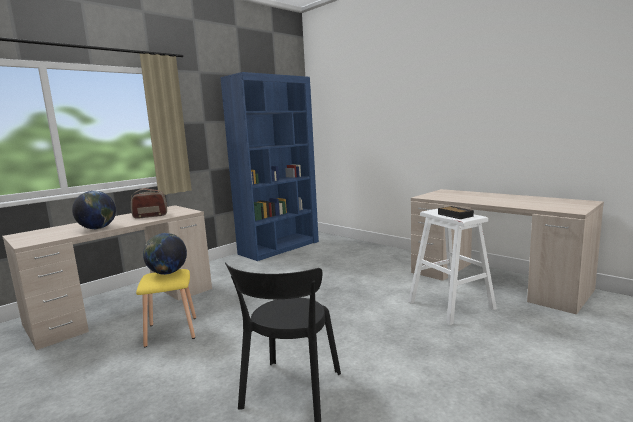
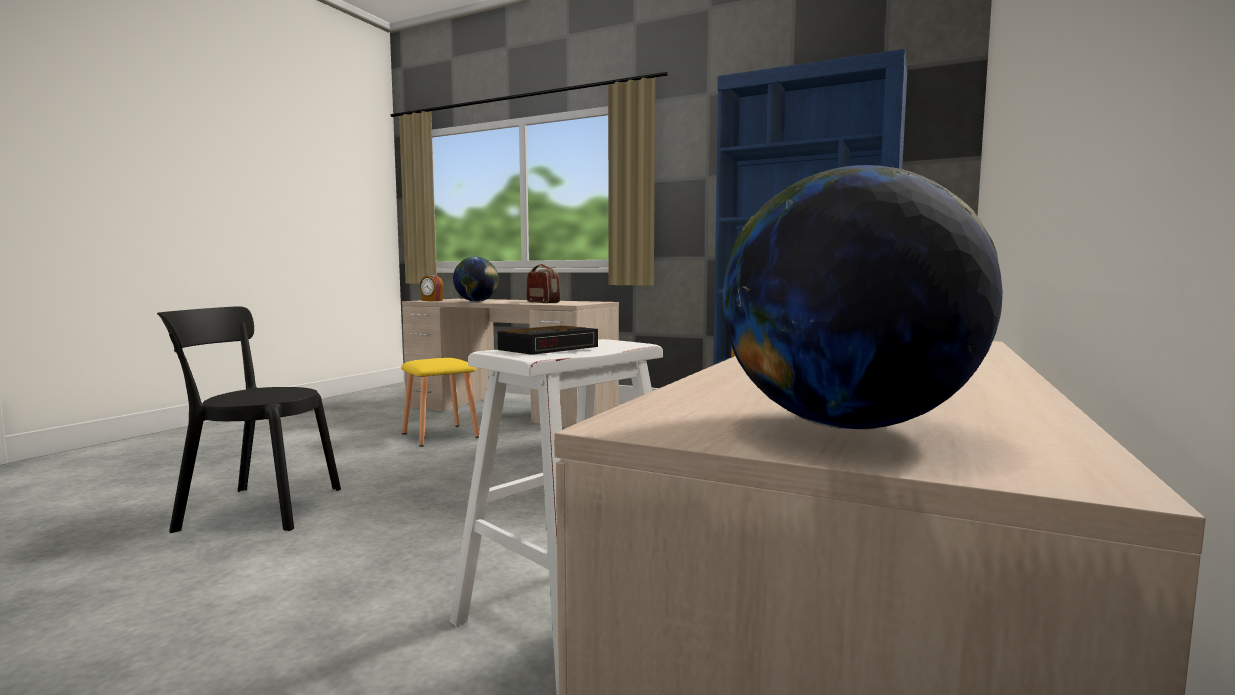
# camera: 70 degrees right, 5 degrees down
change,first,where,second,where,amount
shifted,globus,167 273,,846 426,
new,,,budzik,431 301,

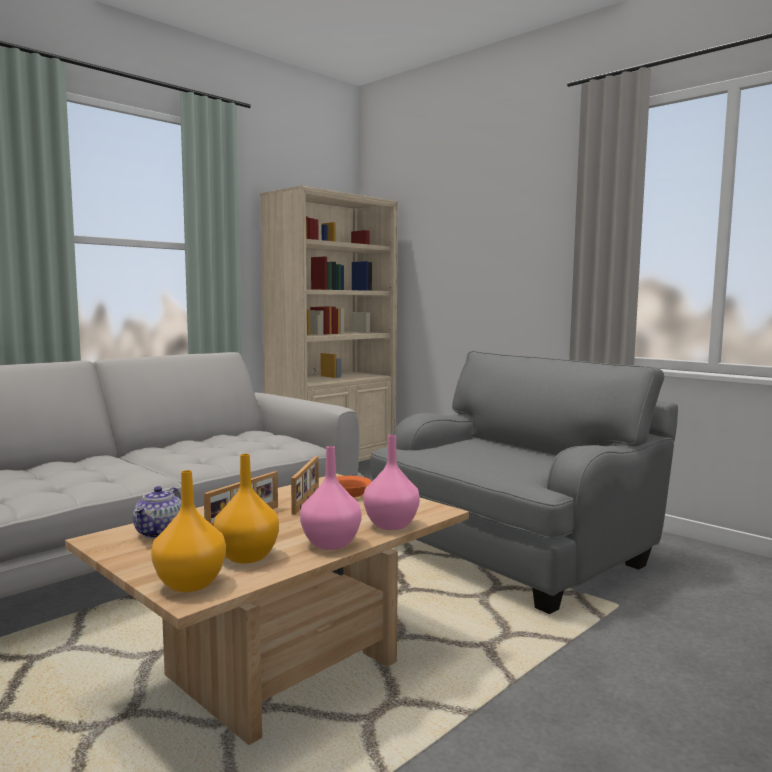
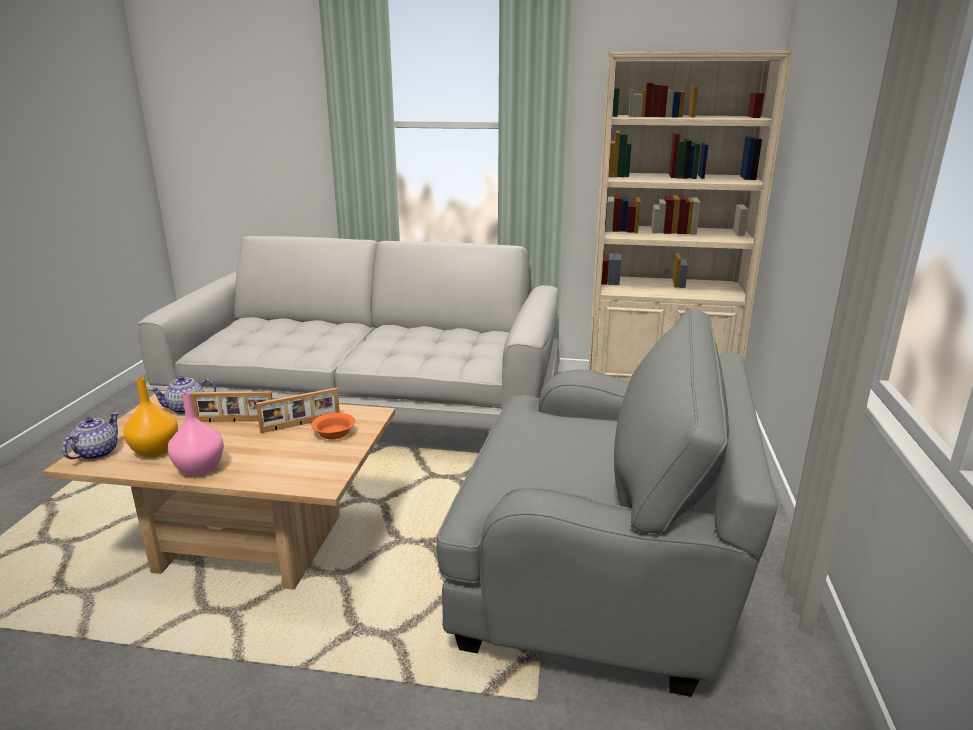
# camera: 55 degrees right, 15 degrees up
change,first,where,second,where,amount
swapped,wazon [pomarańczowy],189 584,imbryk,96 453,
gone,wazon [różowy],391 525,,,

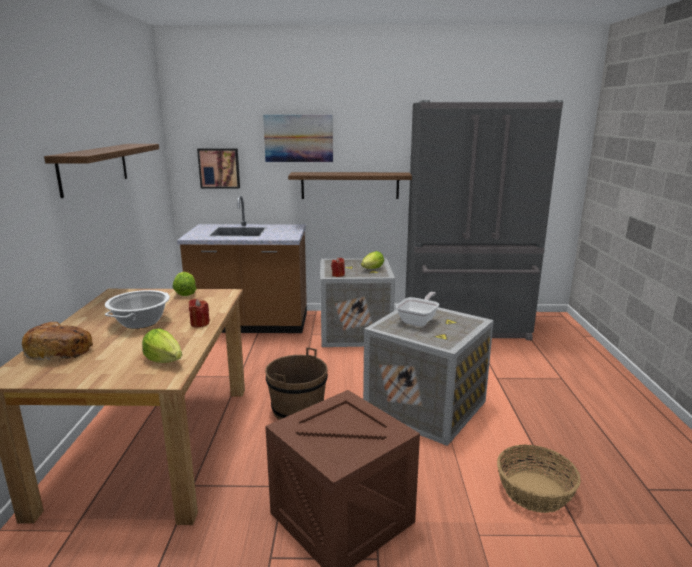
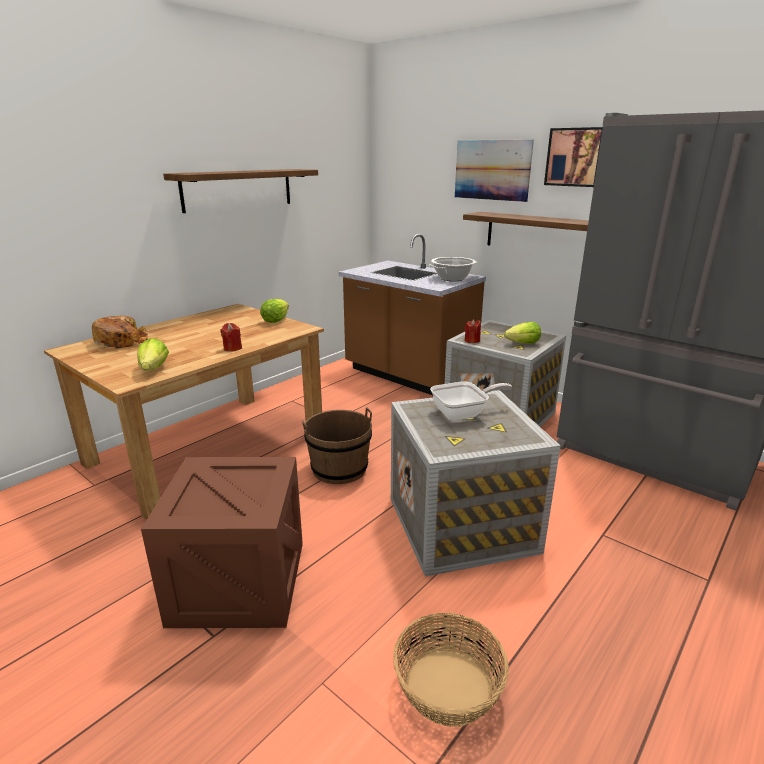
# camera: 40 degrees right, 5 degrees up
change,first,where,second,where,amount
shifted,garnek,140 322,,452 278,
shifted,obraz,219 168,,575 157,

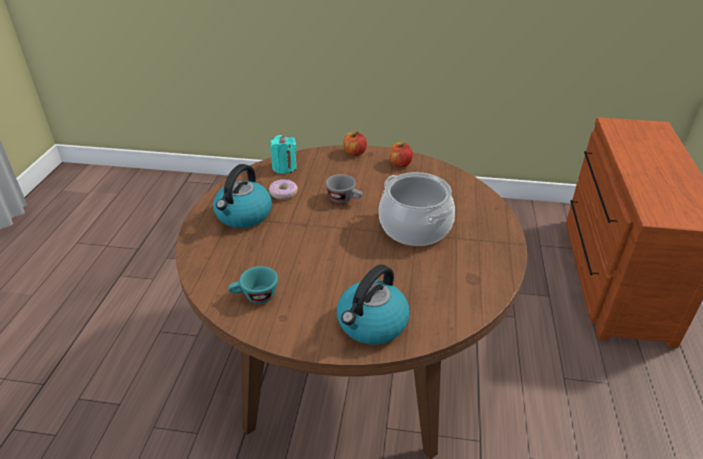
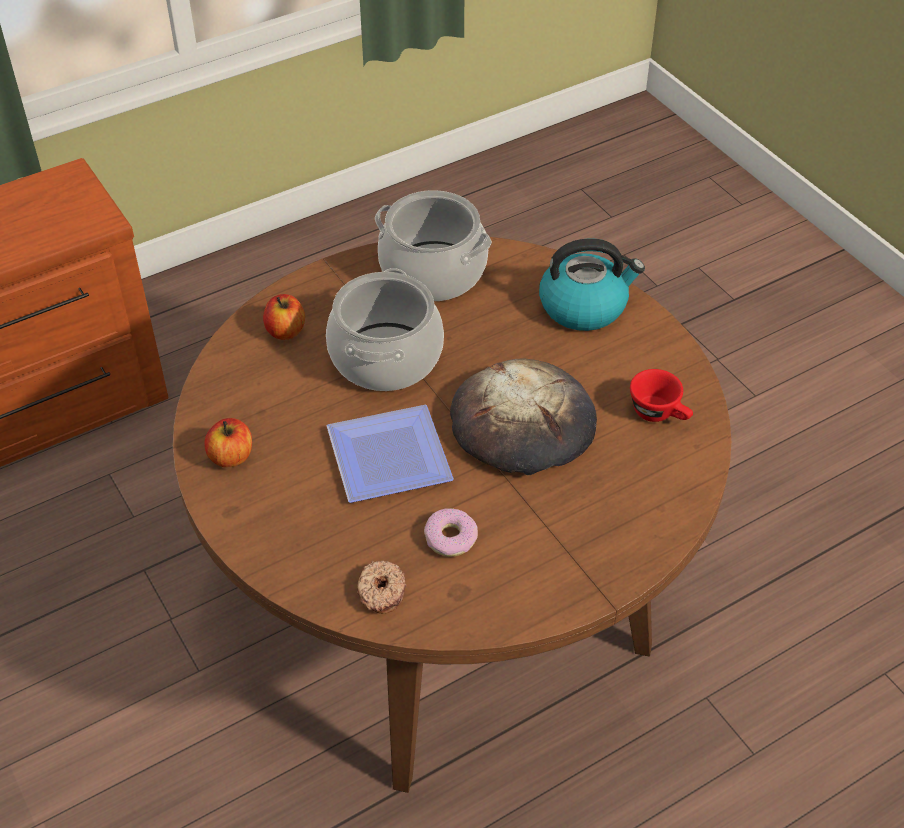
# camera: 130 degrees left, 10 degrees up
change,first,where,second,where,amount
gone,czajnik,243 215,,,
repainted,filiżanka [turkusowy],255 297,filiżanka [czerwony],660 413,
swapped,świeca [turkusowy],284 167,donut,380 592,
swapped,filiżanka [szary],345 199,talerz,393 459,
shifted,jabłko,354 153,,286 331,
new,,,garnek,432 272,
new,,,chleb,523 424,

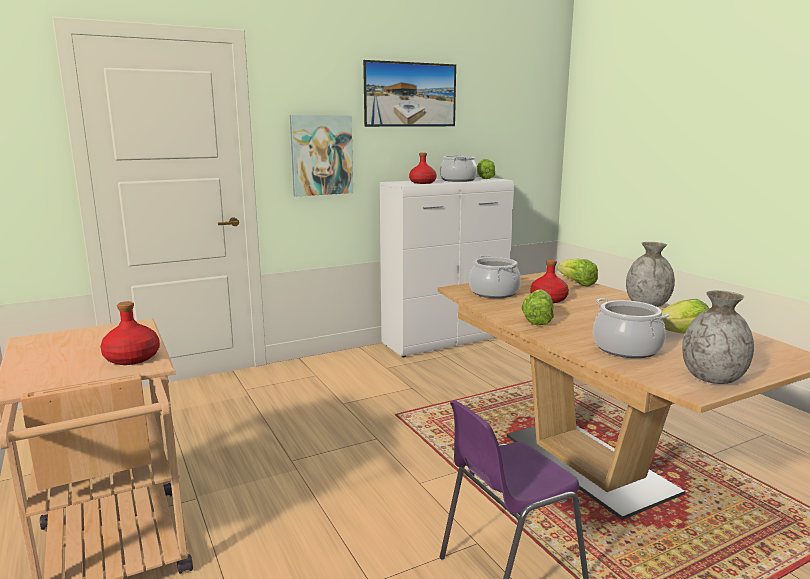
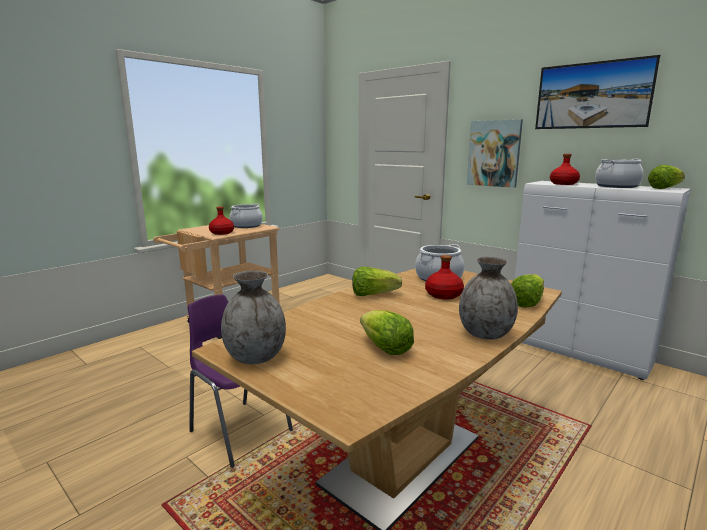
# camera: 70 degrees right, 0 degrees up
change,first,where,second,where,amount
shifted,garnek,626 349,,246 226,

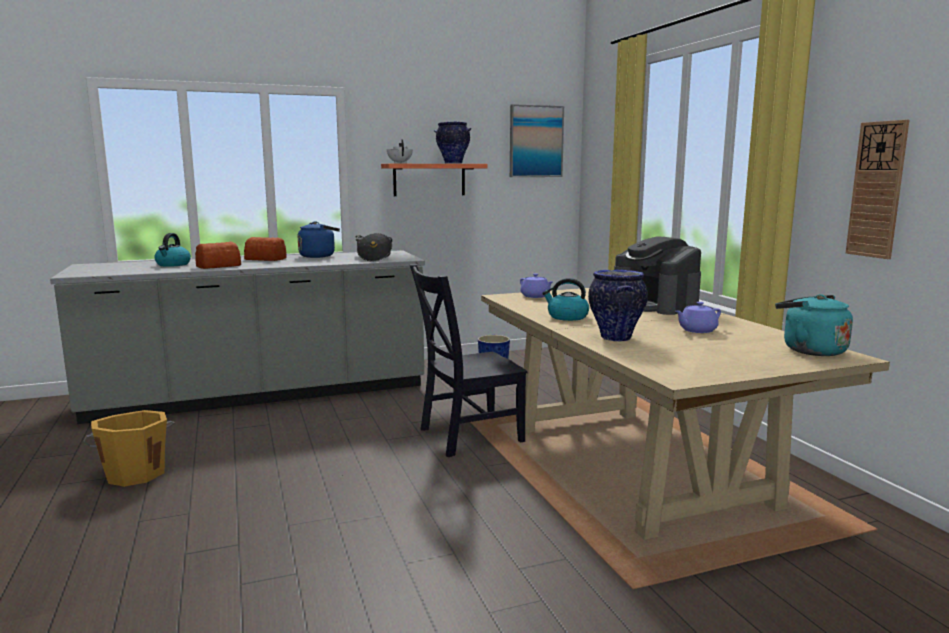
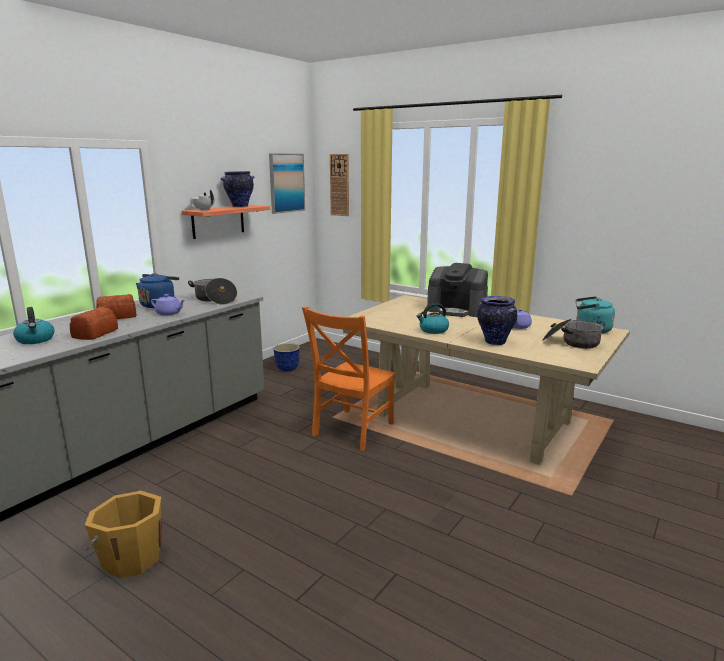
# camera: 35 degrees left, 5 degrees up
change,first,where,second,where,amount
repainted,krzesło [czarny],466 436,krzesło [pomarańczowy],351 431,
shifted,imbryk [fioletowy],535 296,,169 313,
shifted,zegar ścienny,877 190,,339 185,
new,,,garnek,571 343,

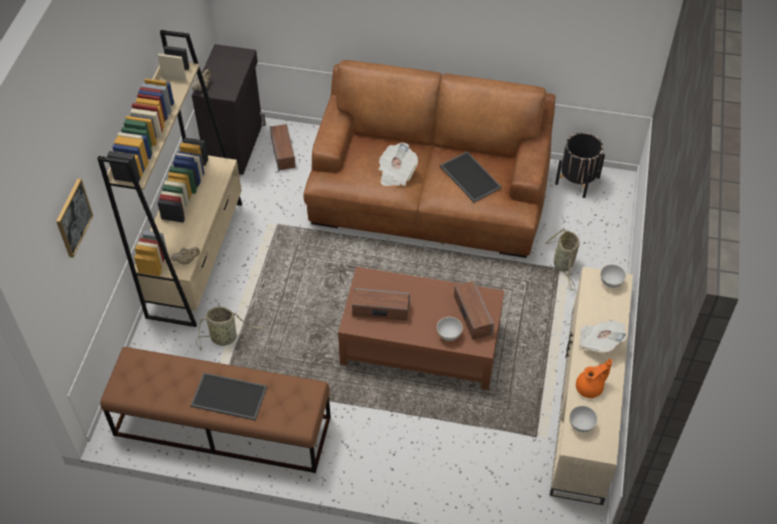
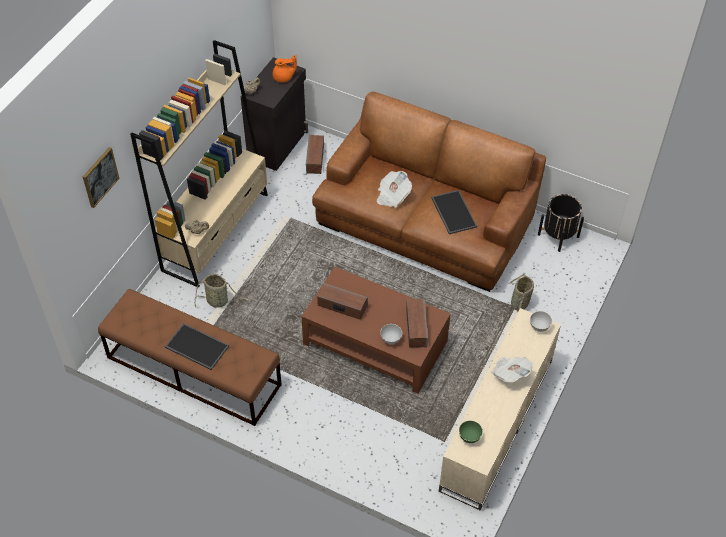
# camera: 15 degrees right, 0 degrees up
change,first,where,second,where,amount
repainted,miska [szary],581 425,miska [zielony],469 437,
shifted,imbryk [pomarańczowy],590 388,,284 77,

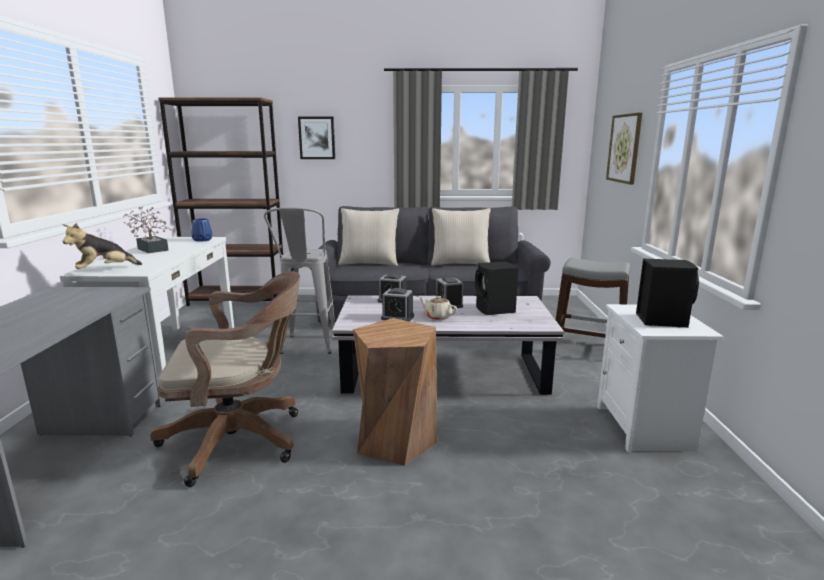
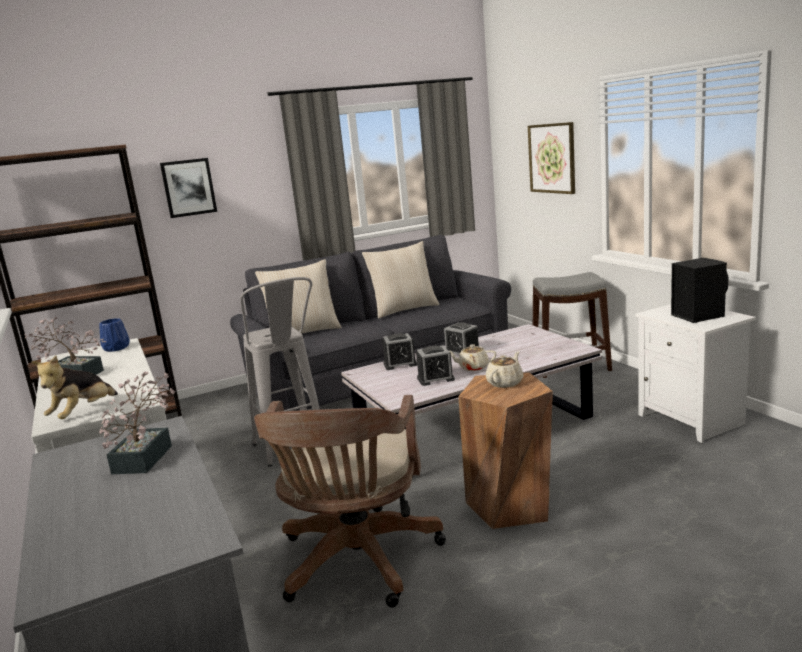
# camera: 25 degrees left, 0 degrees up
change,first,where,second,where,amount
rotated,krzesło biurowe [brązowy],241 440,,357 564,135 degrees clockwise
gone,głośnik [czarny],495 310,,,
new,,,roślina doniczkowa,147 455,
new,,,imbryk [beżowy],505 382,

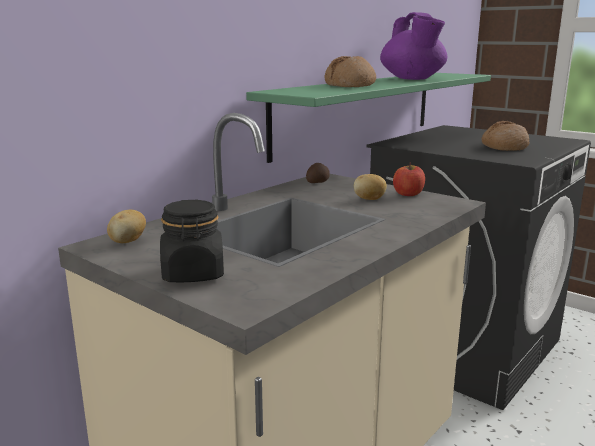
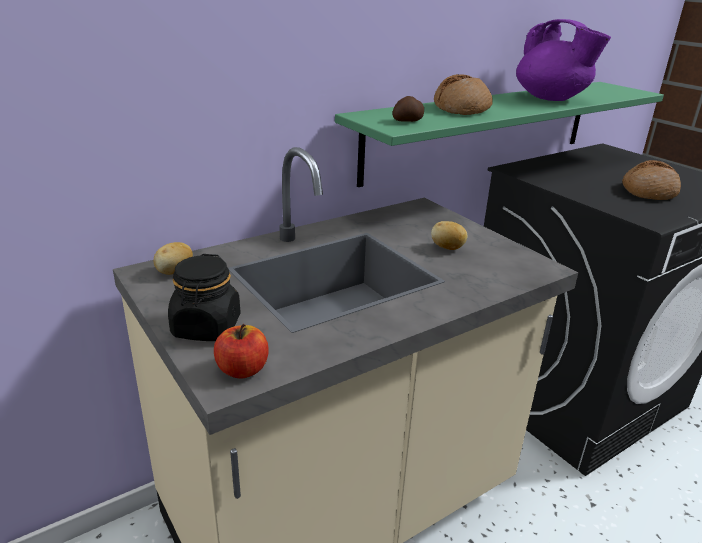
# camera: 15 degrees right, 10 degrees up
change,first,where,second,where,amount
shifted,ziemniak,318 182,,408 121,
rotated,imbryk [fioletowy],412 79,,551 99,45 degrees counterclockwise
shifted,jabłko,408 194,,242 370,

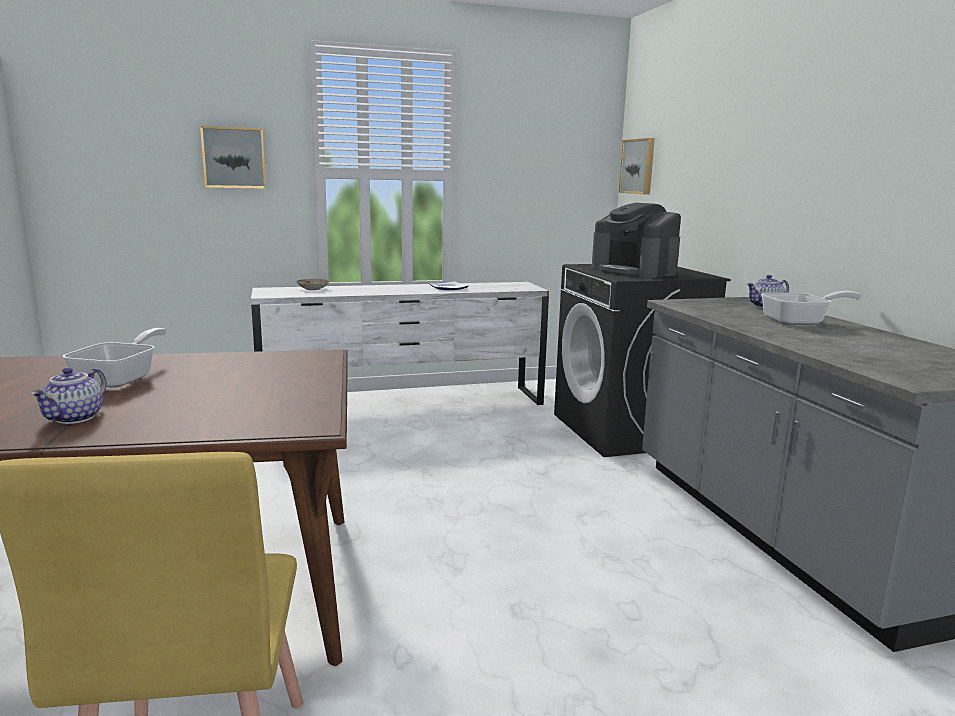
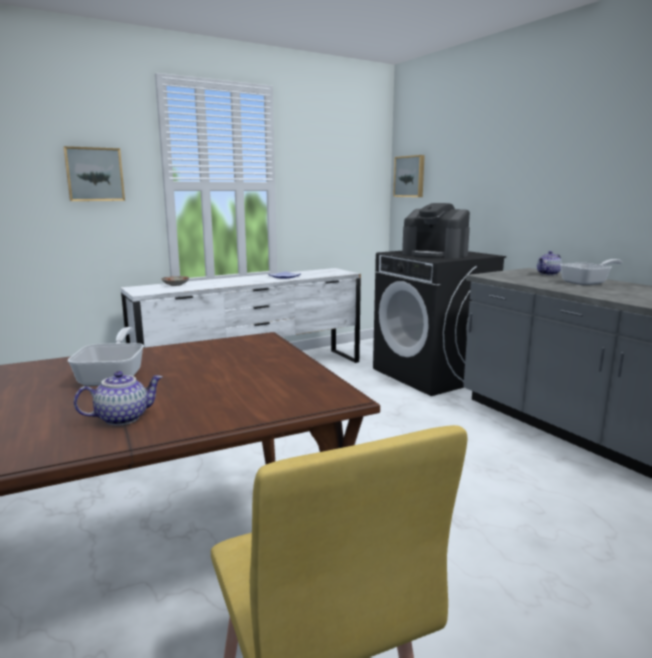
# camera: 15 degrees left, 0 degrees up
change,first,where,second,where,amount
rotated,imbryk,75 418,,123 418,120 degrees counterclockwise

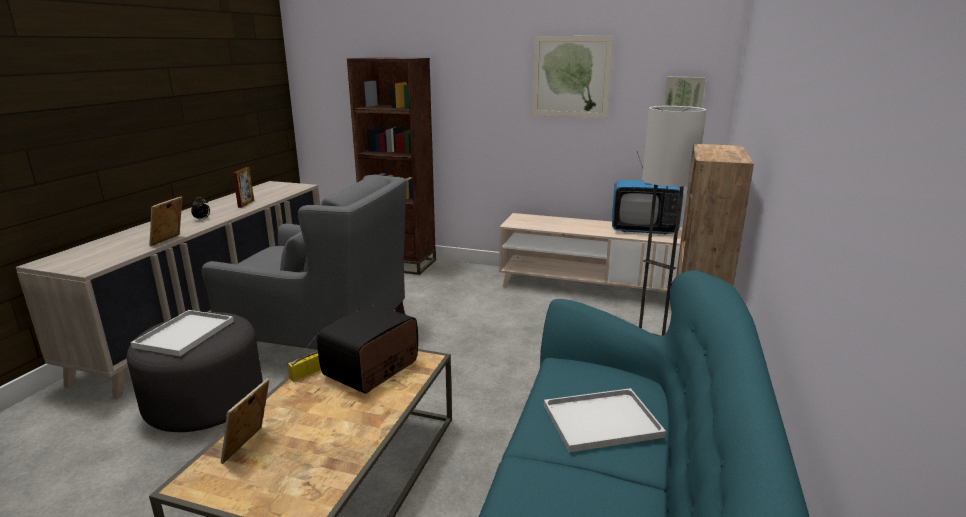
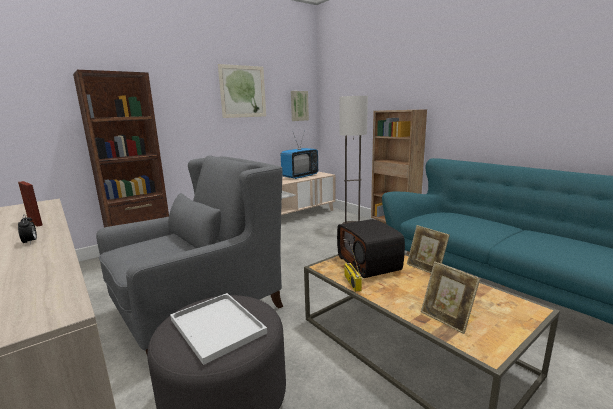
# camera: 55 degrees left, 5 degrees down
change,first,where,second,where,amount
shifted,ramka na zdjęcie,170 241,,425 268,
gone,taca [biały],600 422,,,

